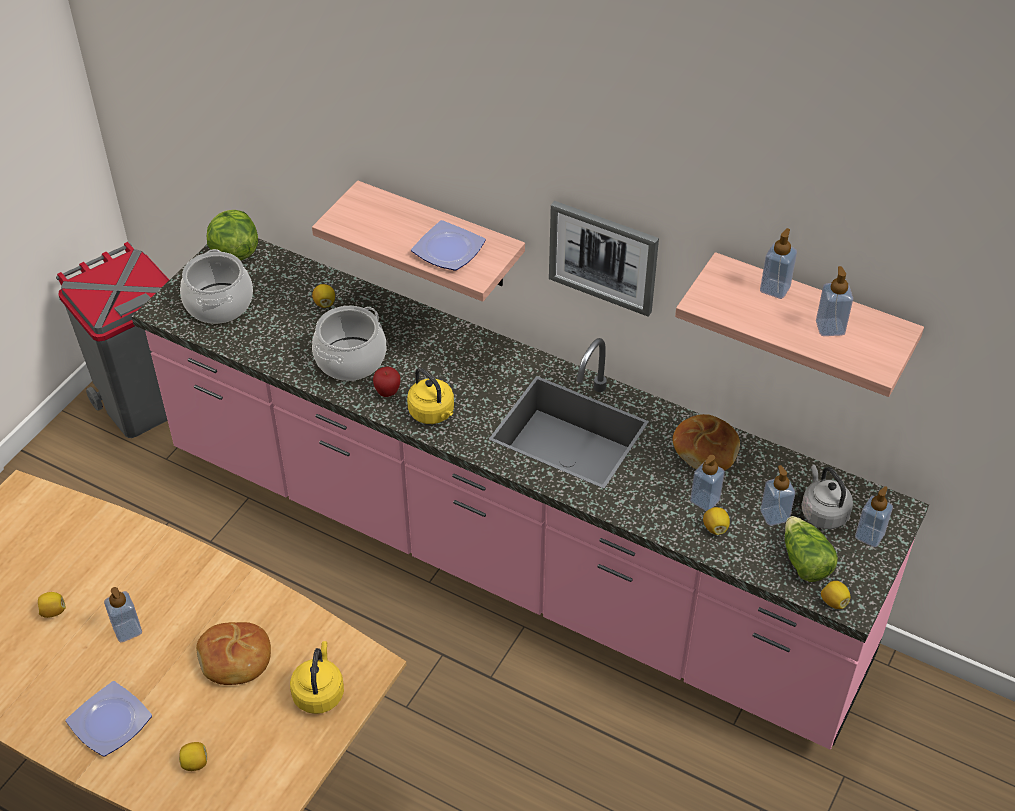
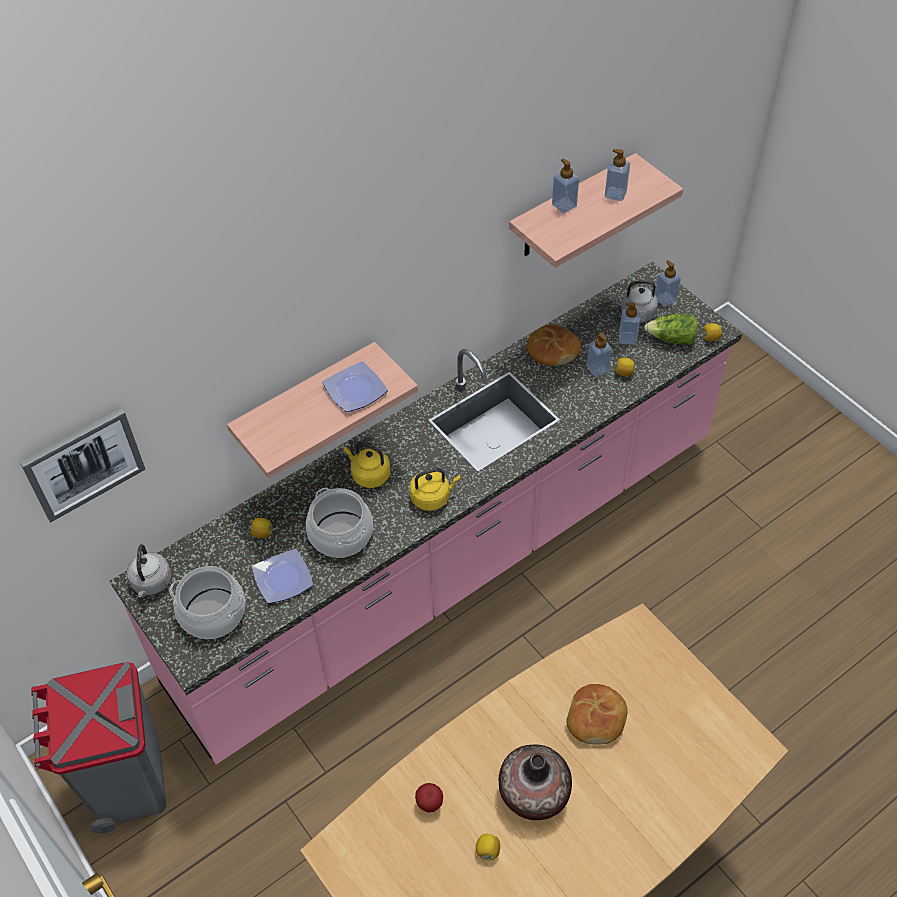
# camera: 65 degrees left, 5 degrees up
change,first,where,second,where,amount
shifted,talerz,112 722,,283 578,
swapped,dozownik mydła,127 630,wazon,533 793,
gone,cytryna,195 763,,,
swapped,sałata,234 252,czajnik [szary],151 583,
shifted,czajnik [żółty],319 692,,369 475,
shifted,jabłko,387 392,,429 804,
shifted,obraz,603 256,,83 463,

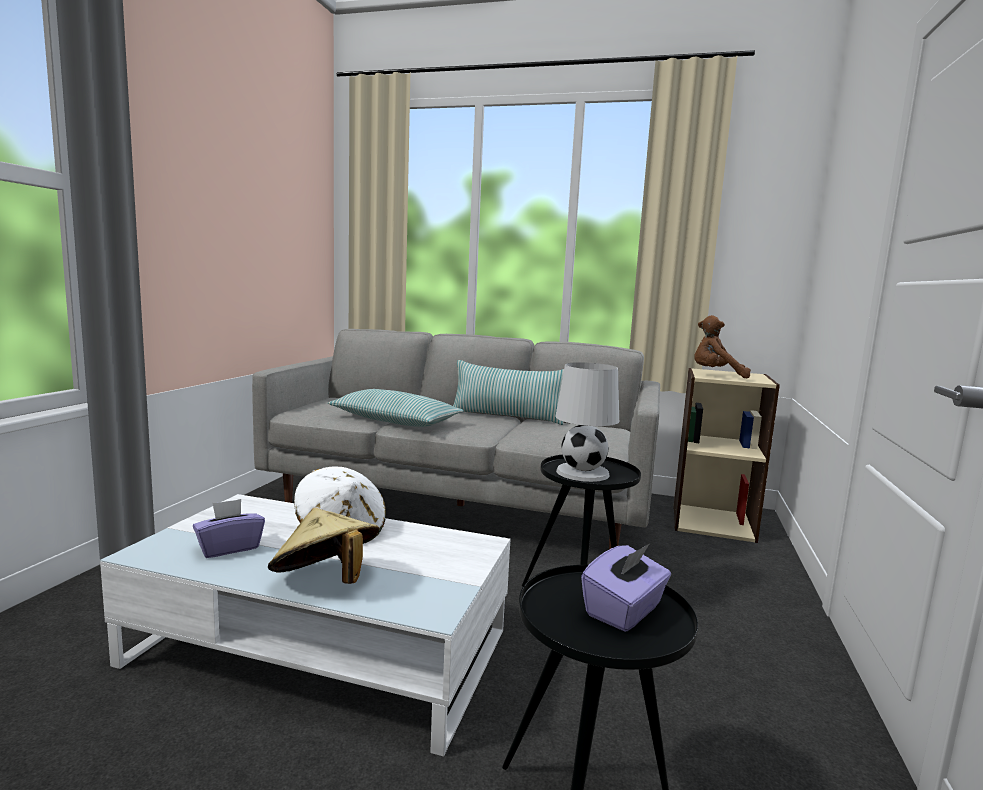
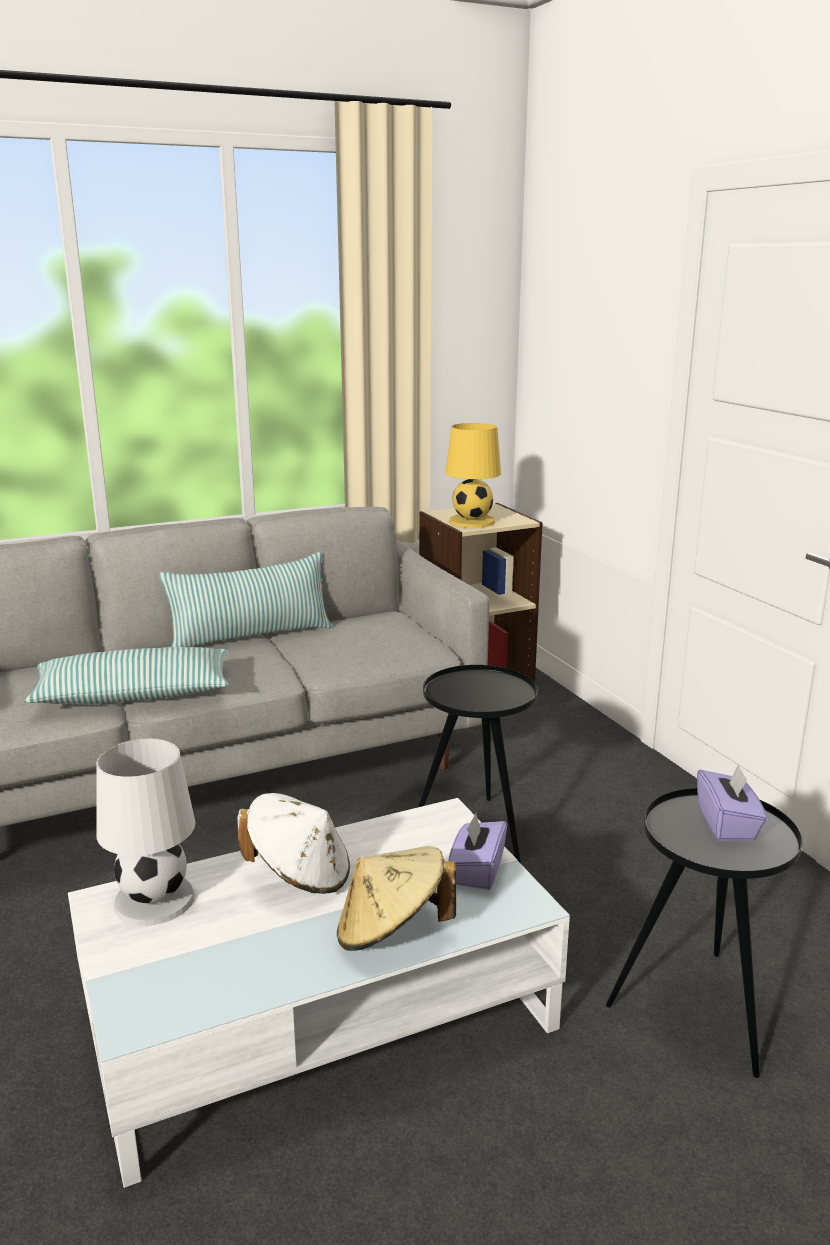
# camera: 40 degrees left, 10 degrees up
change,first,where,second,where,amount
shifted,pudełko chusteczek [fioletowy],229 548,,477 871,
shifted,lampa stołowa [biały],582 472,,154 899,
swapped,pluszak [brązowy],716 375,lampa stołowa [żółty],471 521,

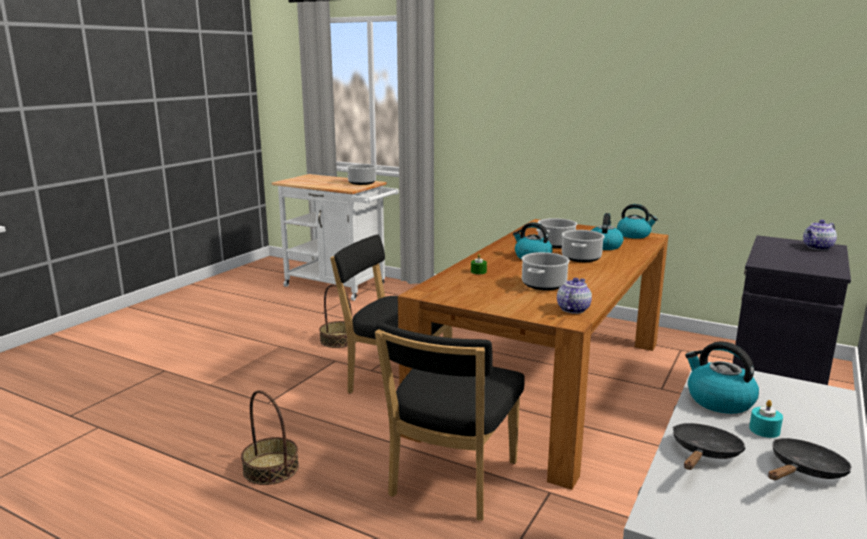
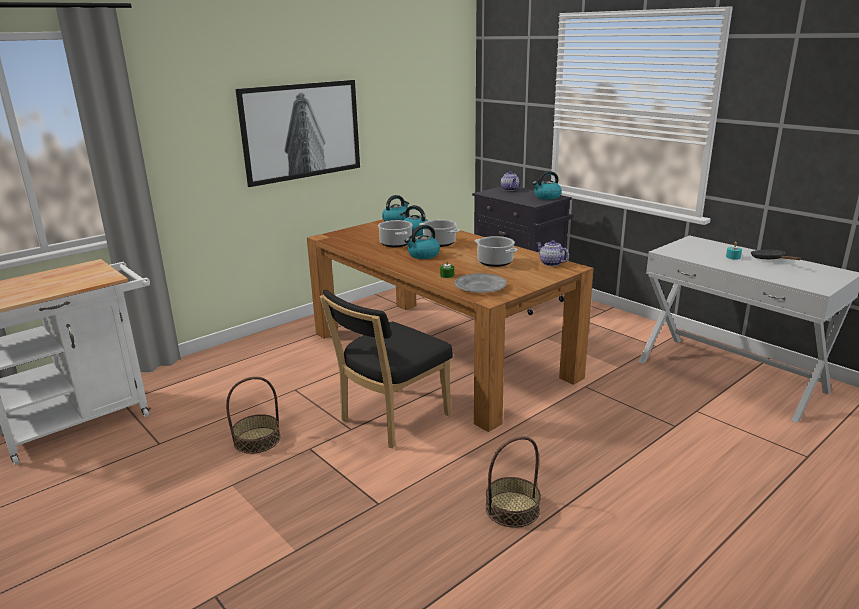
# camera: 70 degrees left, 5 degrees up
change,first,where,second,where,amount
gone,garnek,362 183,,,
gone,krzesło [czarny],450 482,,,
gone,patelnia [czarny],704 453,,,
shifted,czajnik,718 400,,547 197,
new,,,obraz,302 131,
new,,,talerz [szary],480 286,

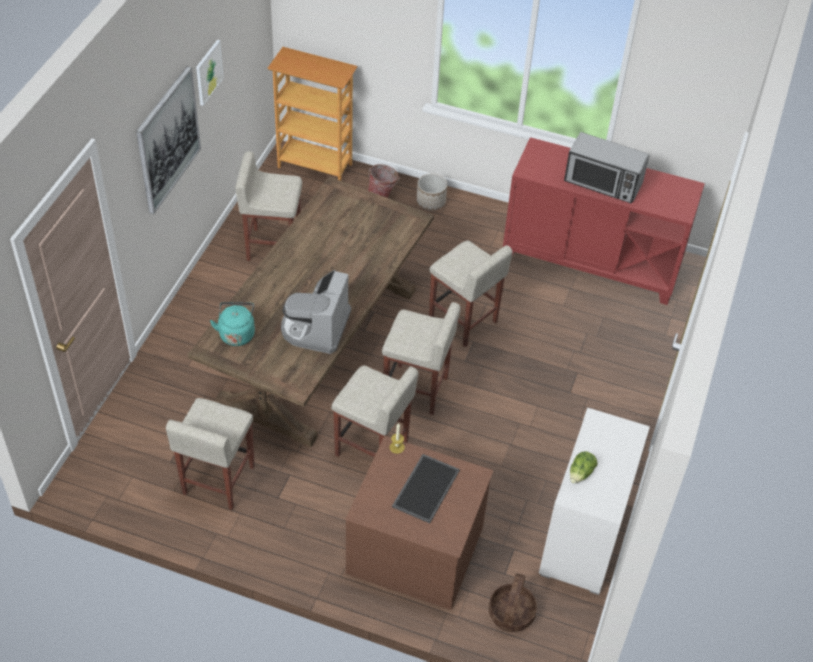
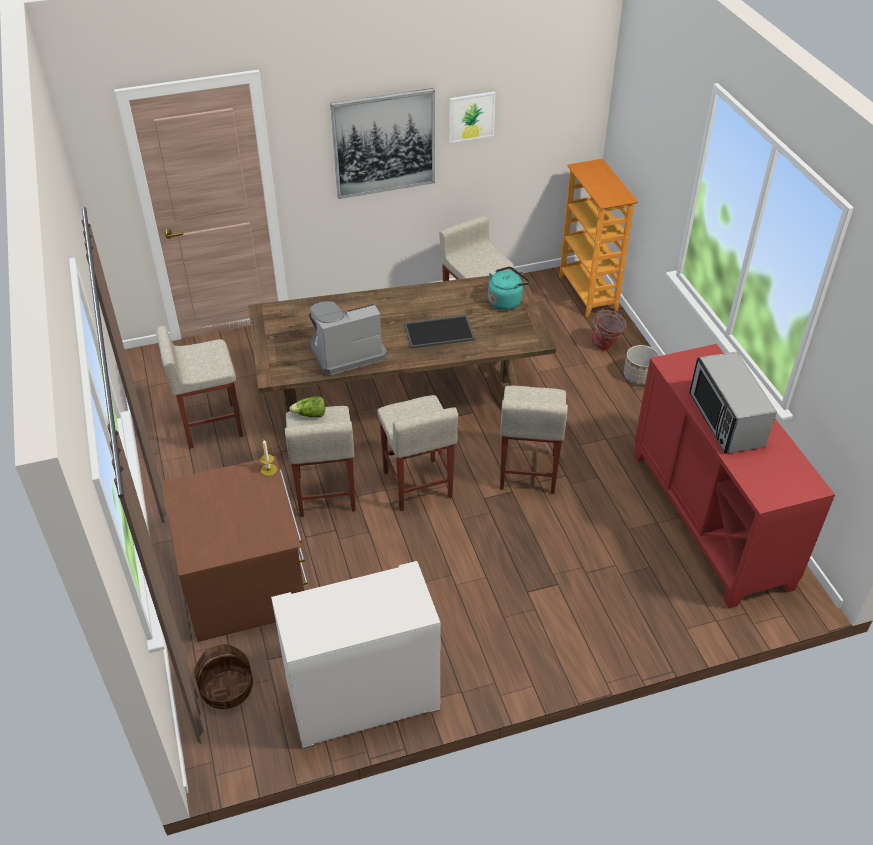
# camera: 55 degrees right, 5 degrees down
change,first,where,second,where,amount
shifted,czajnik [turkusowy],237 333,,506 301,
shifted,taca,425 487,,439 331,
shifted,sałata,581 473,,310 415,

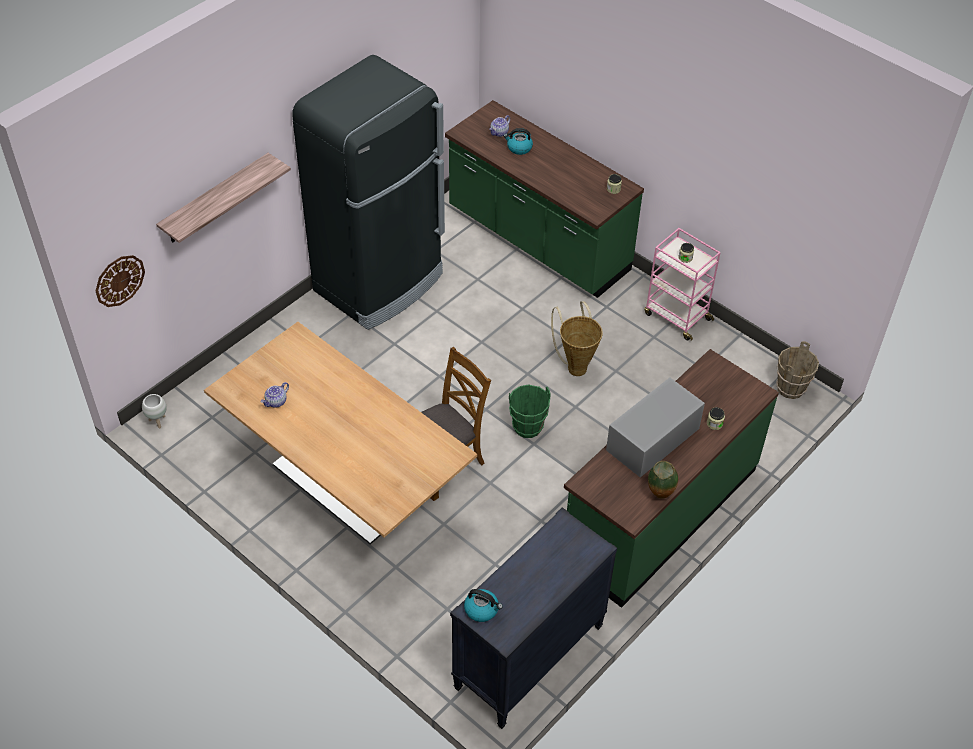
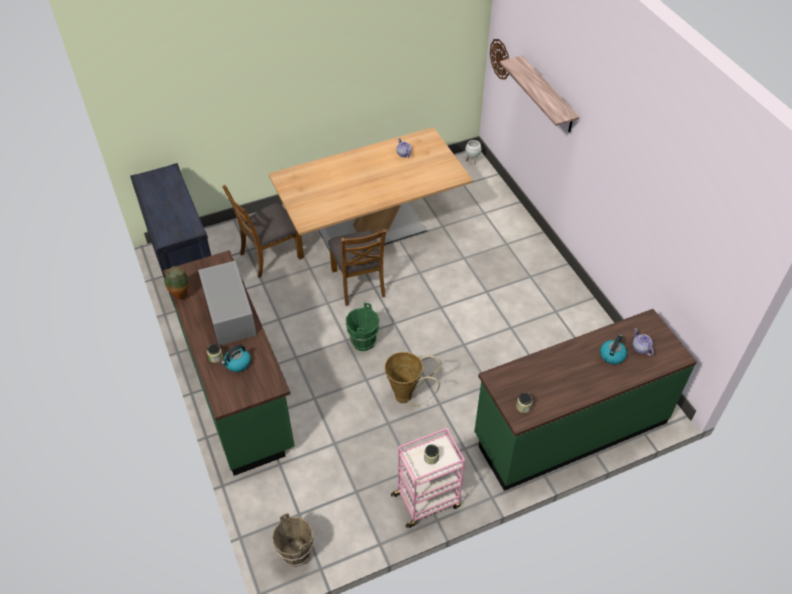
# camera: 115 degrees right, 0 degrees up
change,first,where,second,where,amount
gone,lodówka [czarny],380 283,,,
shifted,czajnik,482 609,,237 363,
new,,,krzesło [brązowy],270 255,

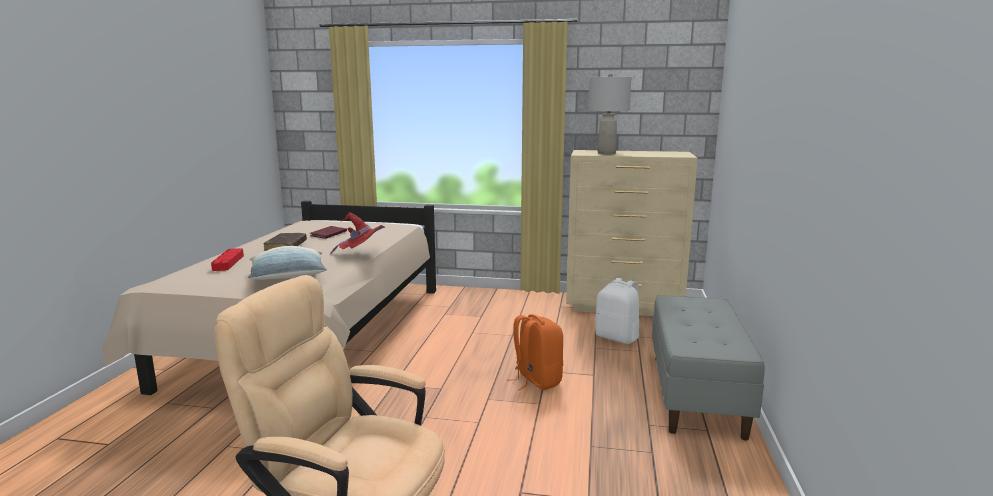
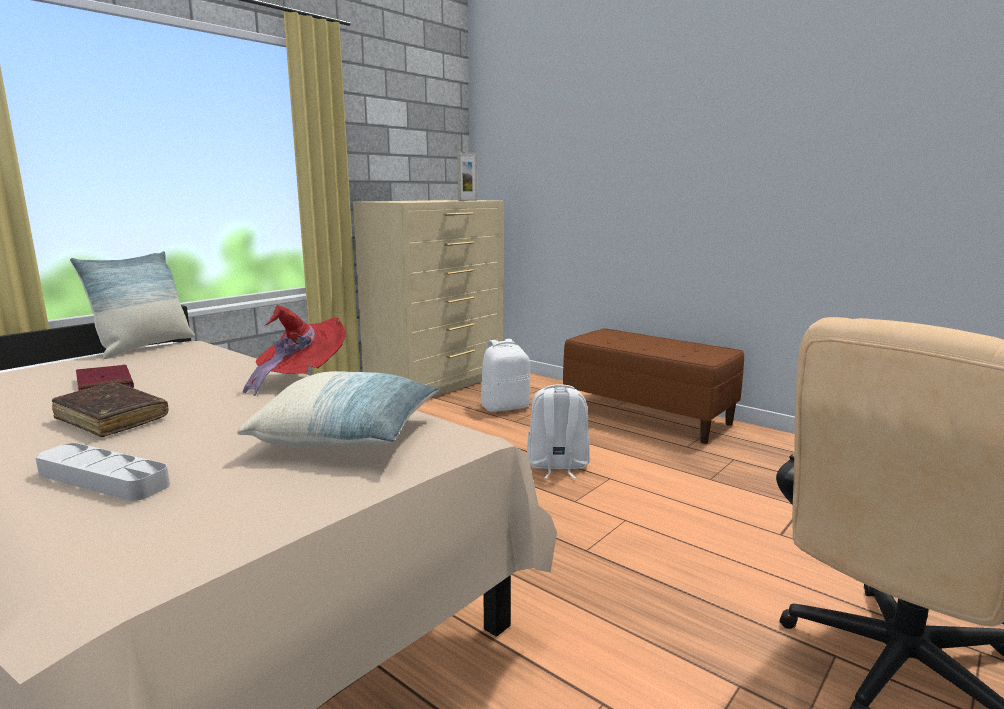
# camera: 60 degrees left, 0 degrees up
change,first,where,second,where,amount
repainted,taca [czerwony],228 262,taca [szary],103 479,
repainted,plecak [pomarańczowy],536 380,plecak [biały],557 466,
gone,lampa stołowa [szary],606 153,,,
repainted,ławka [szary],697 394,ławka [brązowy],648 415,
new,,,poduszka,144 347,
new,,,ramka na zdjęcie,467 200,

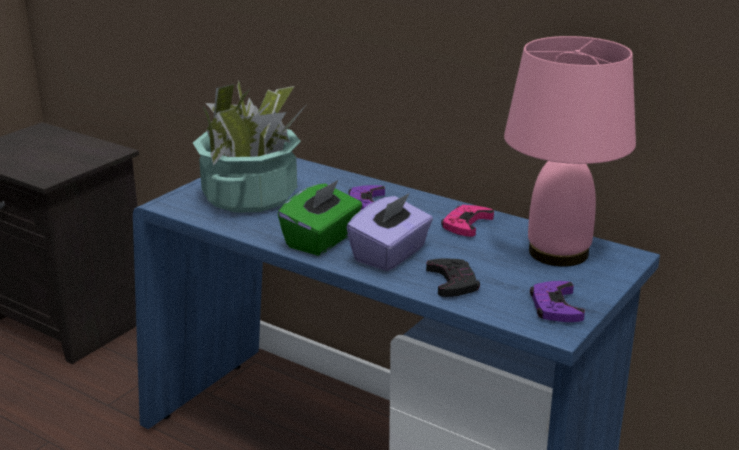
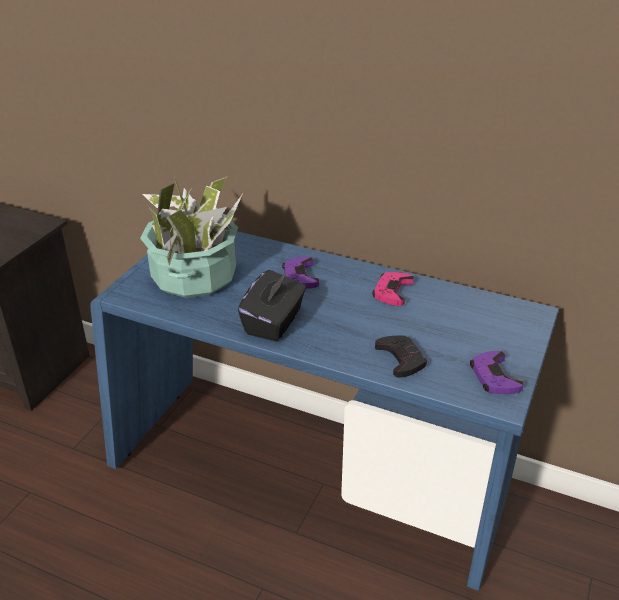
# camera: 10 degrees left, 10 degrees up
change,first,where,second,where,amount
repainted,pudełko chusteczek [zielony],322 240,pudełko chusteczek [czarny],274 323,
gone,pudełko chusteczek [fioletowy],390 255,,,
gone,lampa stołowa [różowy],559 253,,,

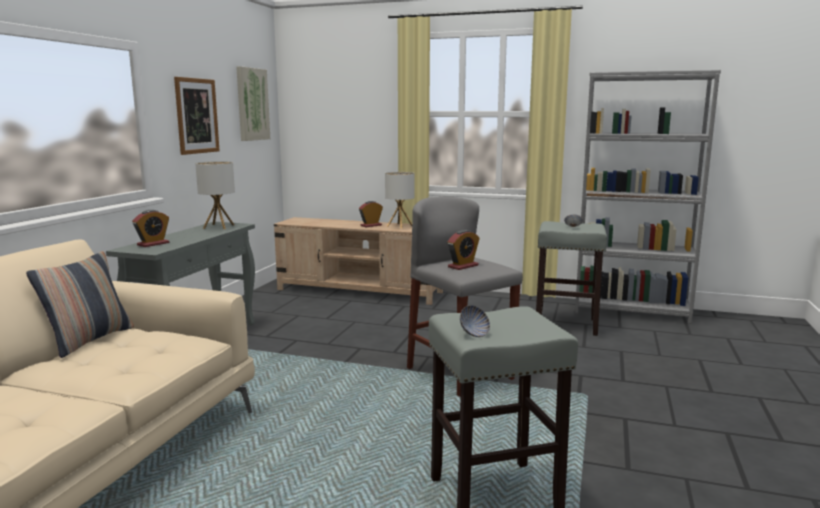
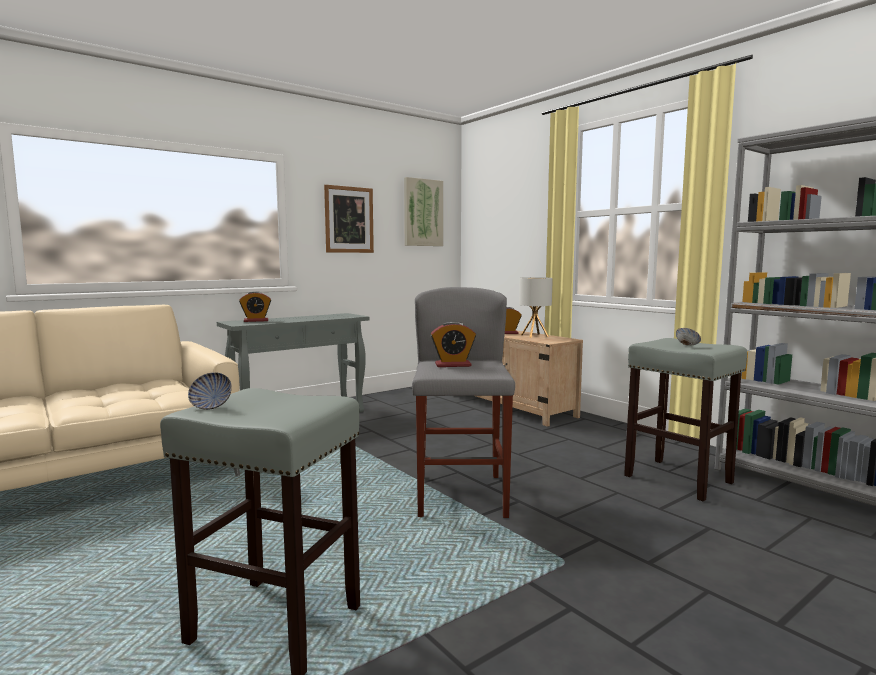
# camera: 35 degrees right, 5 degrees down
change,first,where,second,where,amount
gone,poduszka,89 340,,,
gone,lampa stołowa,219 226,,,

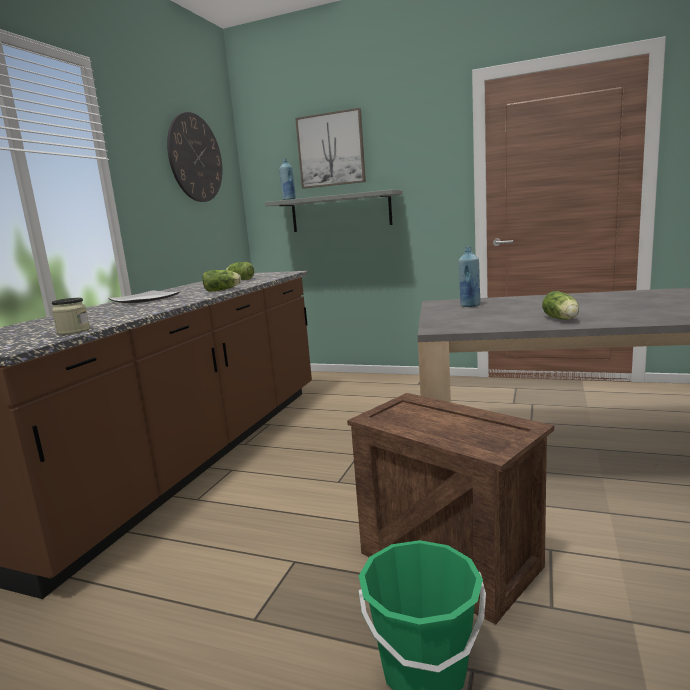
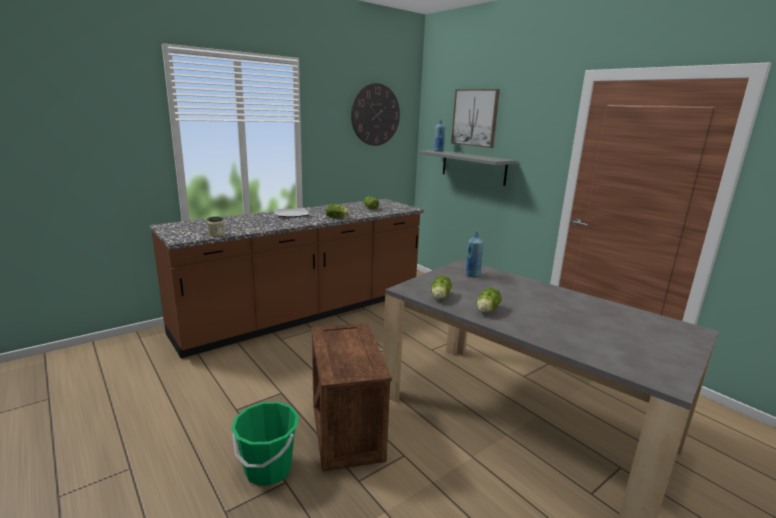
# camera: 30 degrees right, 5 degrees up
change,first,where,second,where,amount
new,,,sałata,439 297,

